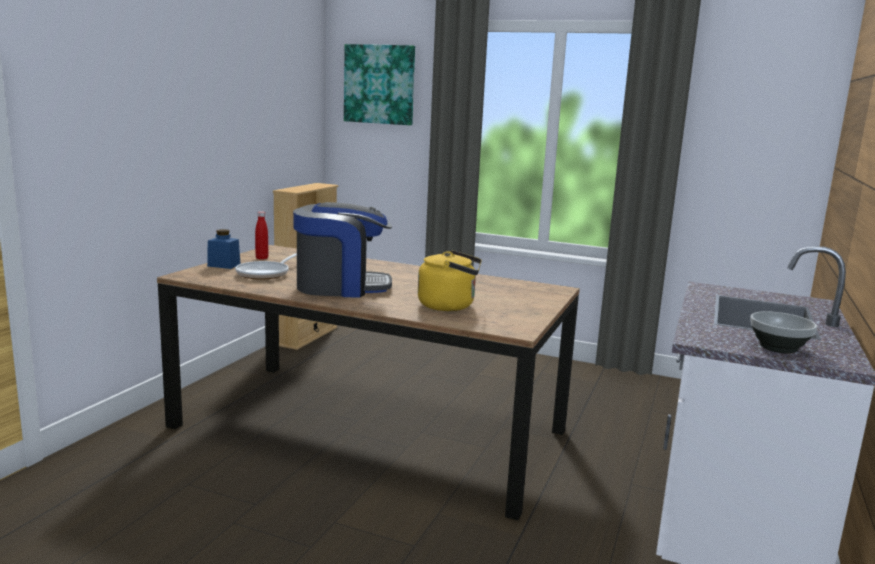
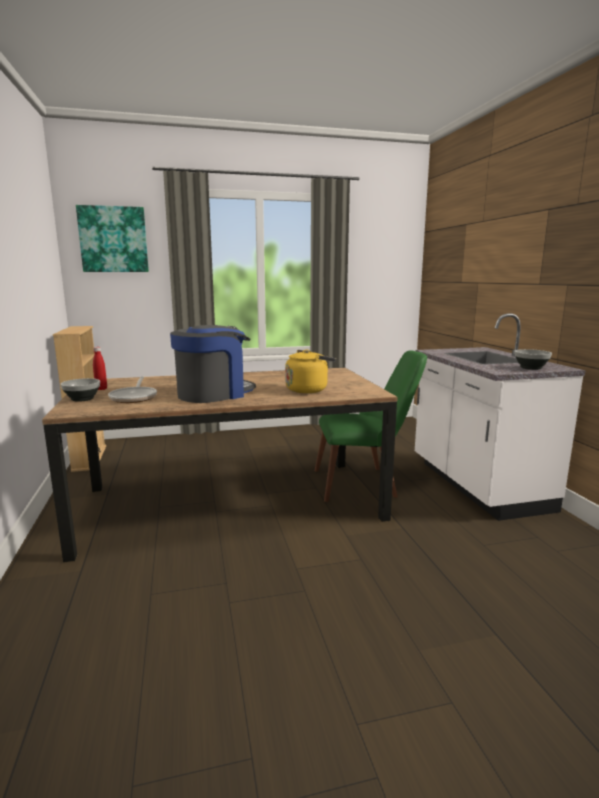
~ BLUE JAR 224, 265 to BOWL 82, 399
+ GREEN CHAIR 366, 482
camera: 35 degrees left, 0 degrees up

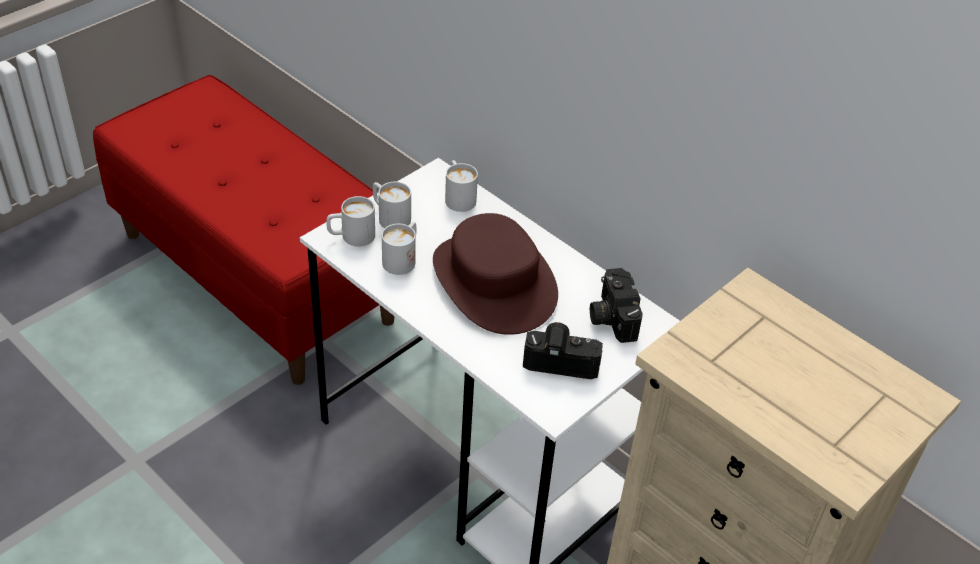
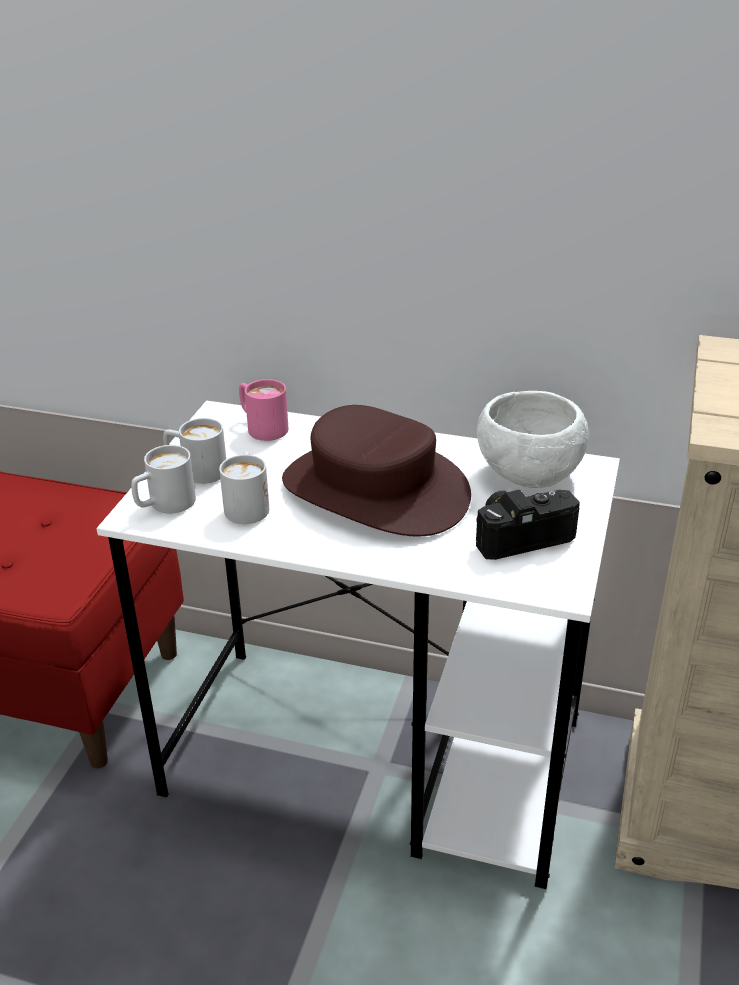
~ WHITE MUG 458, 197 to PINK MUG 262, 427
~ PHOTO CAMERA 611, 316 to WHITE BOWL 531, 476
camera: 25 degrees left, 10 degrees down

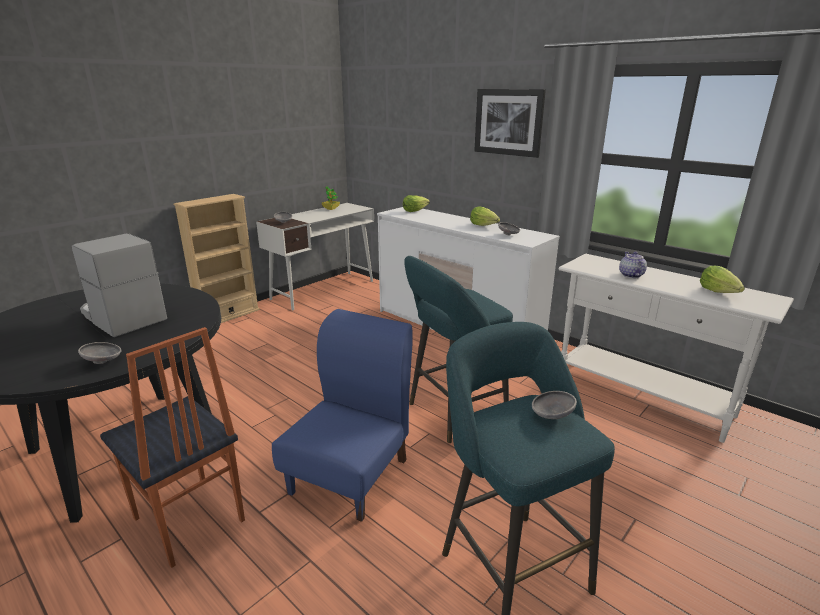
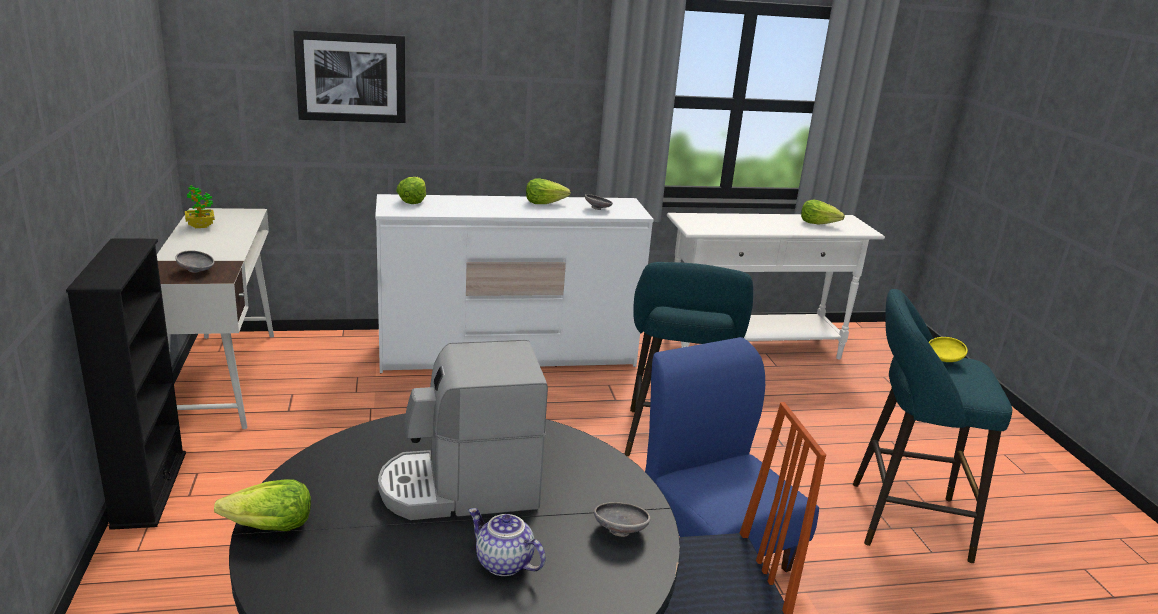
~ PICTURE 508, 122 to 351, 77
~ BEIGE BOOKCASE 228, 316 to BLACK BOOKCASE 149, 489
~ TEAPOT 630, 275 to 502, 563
~ GREY BOWL 551, 416 to YELLOW BOWL 943, 360
+ LETTUCE 269, 527
camera: 55 degrees left, 0 degrees up

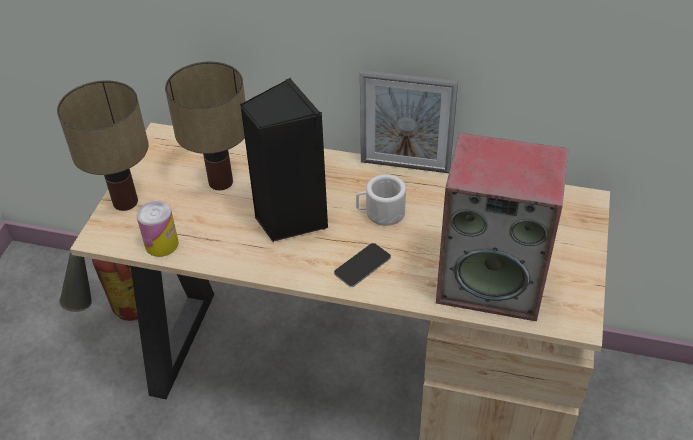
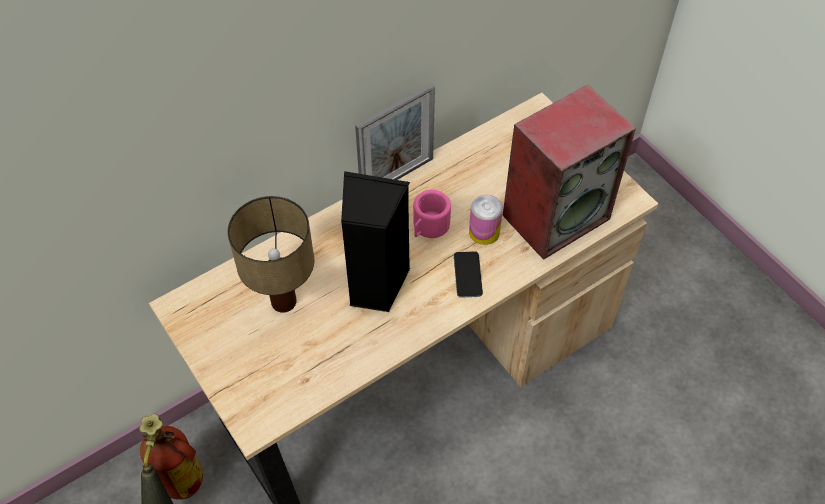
- TABLE LAMP 127, 202
~ WHITE MUG 380, 213 to PINK MUG 428, 227
~ CAN 161, 244 to 484, 232
camera: 50 degrees left, 10 degrees up

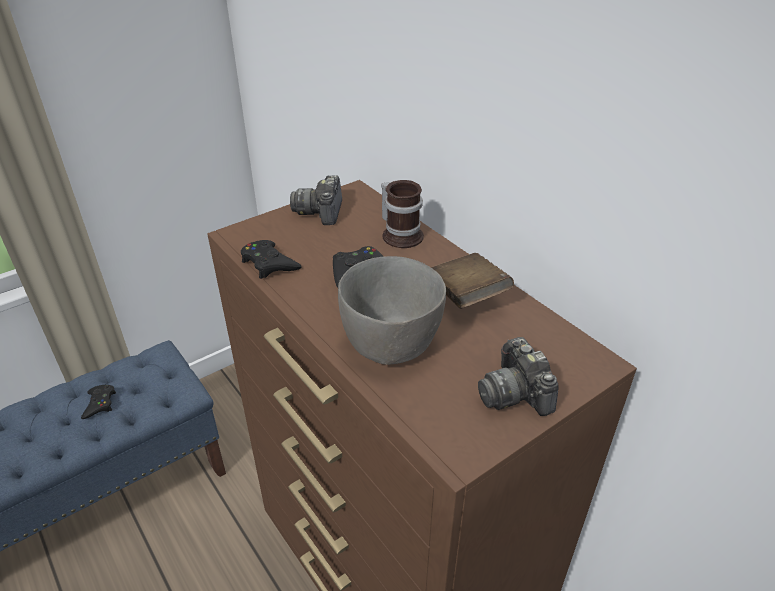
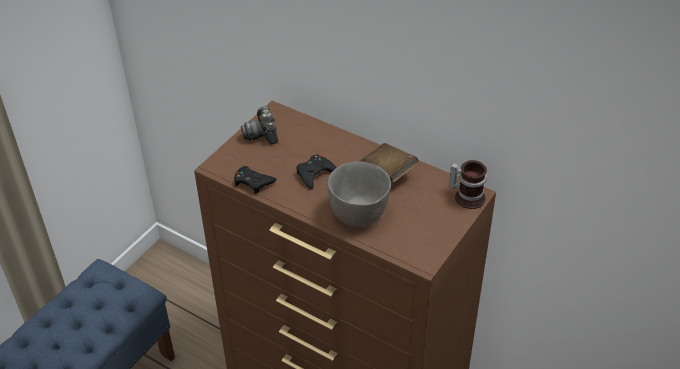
~ MUG 401, 234 to 467, 196
- PHOTO CAMERA 515, 393
- BLACK GAME CONTROLLER 99, 404
camera: 20 degrees left, 5 degrees up

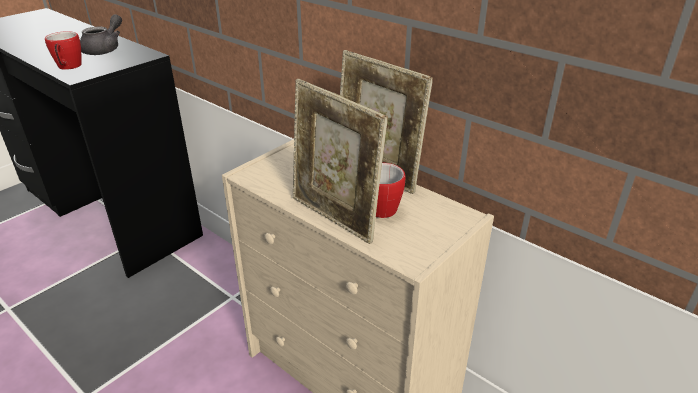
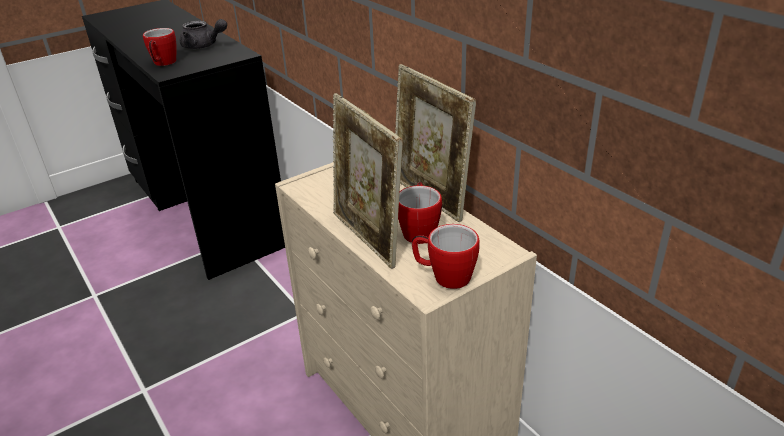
~ GREY TEAPOT 105, 49 = 203, 46 75 degrees clockwise
+ MUG 444, 276
camera: 15 degrees right, 0 degrees up

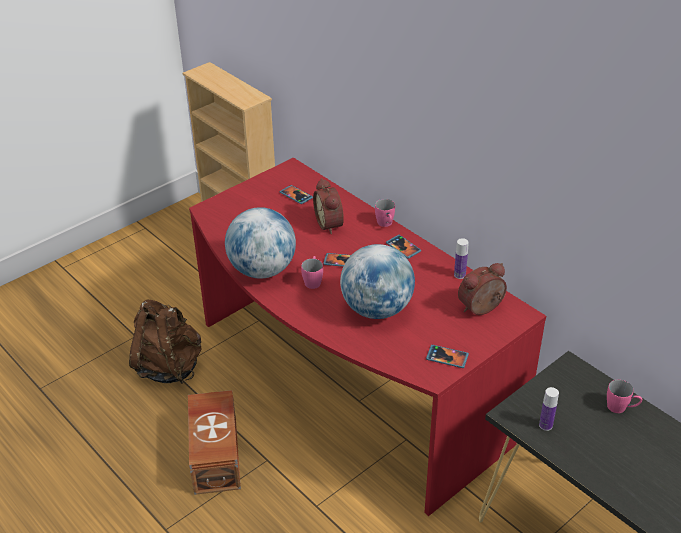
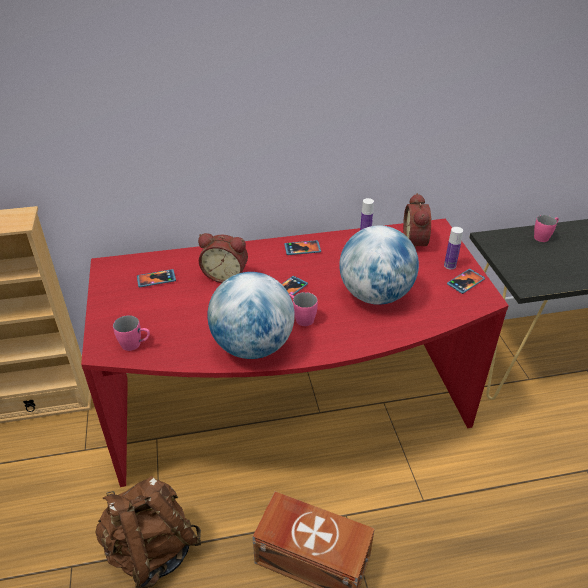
~ PINK MUG 386, 224 to 135, 345
~ BOTTLE 545, 425 to 450, 266
camera: 60 degrees left, 0 degrees up

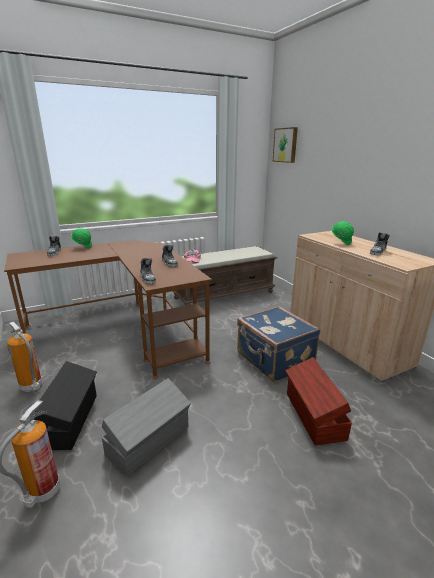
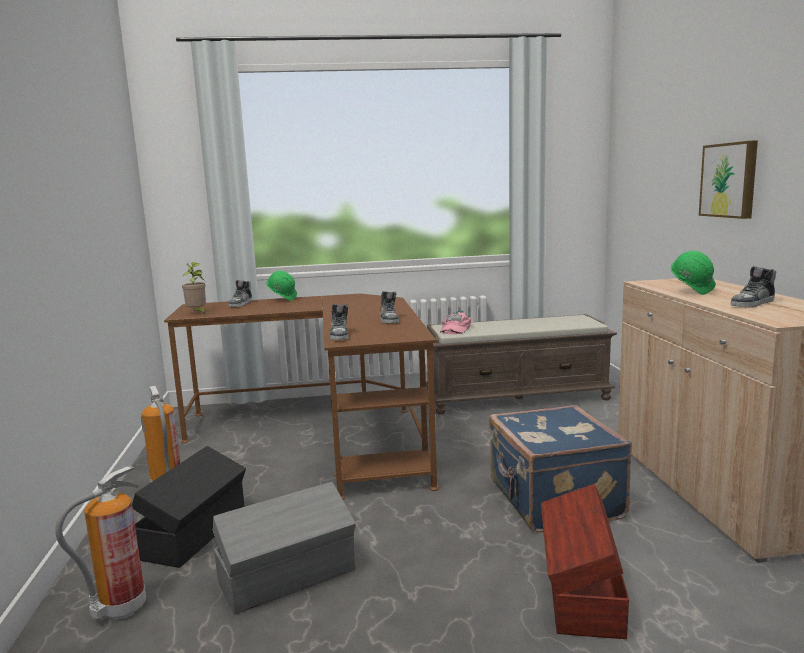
~ PICTURE 286, 145 to 730, 180
+ POTTED PLANT 197, 313
camera: 20 degrees right, 10 degrees down

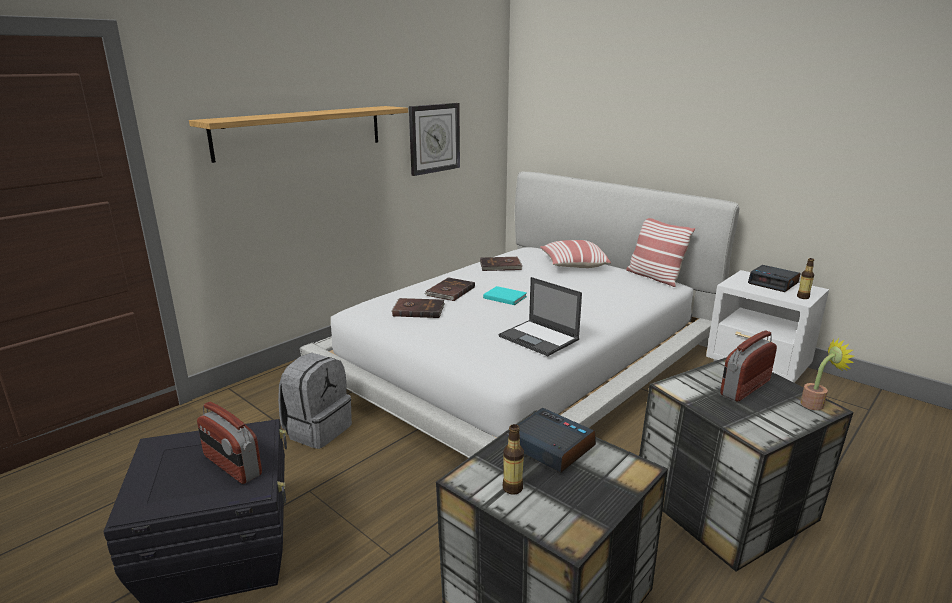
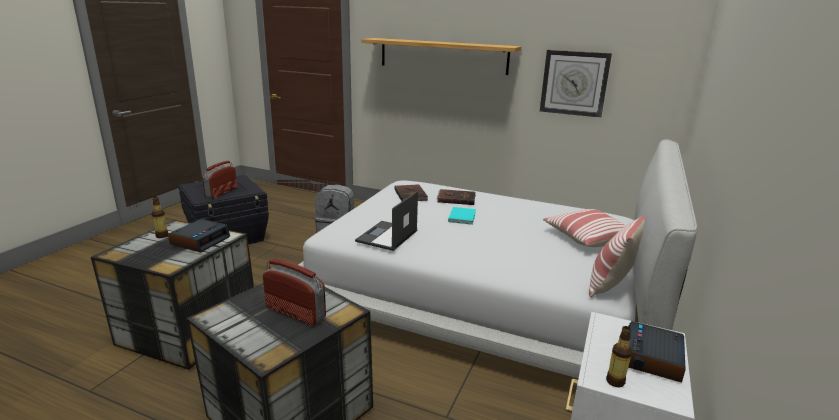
- BROWN BOOK 500, 266
- POTTED PLANT 816, 404
camera: 70 degrees right, 0 degrees up

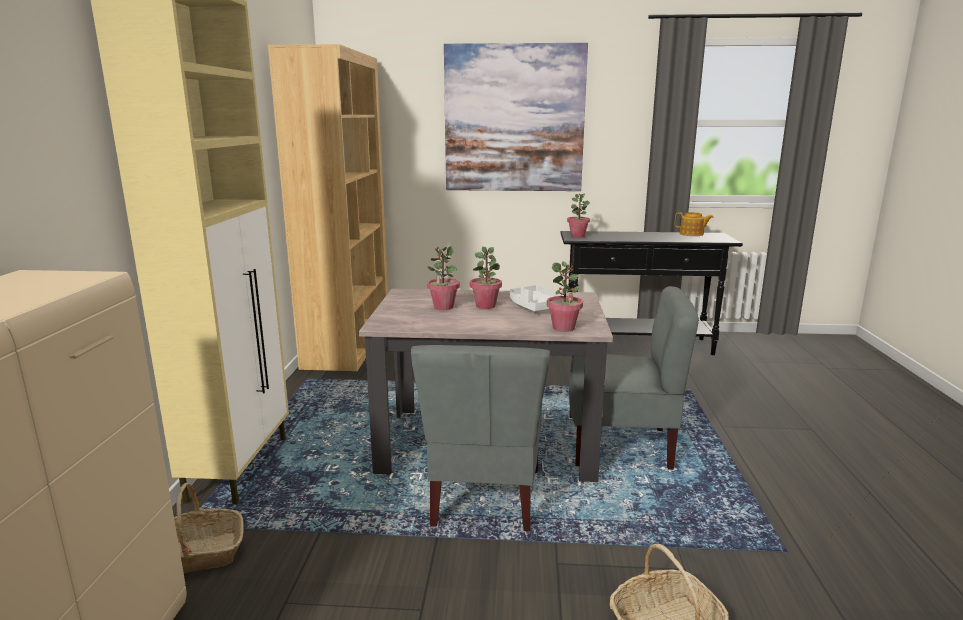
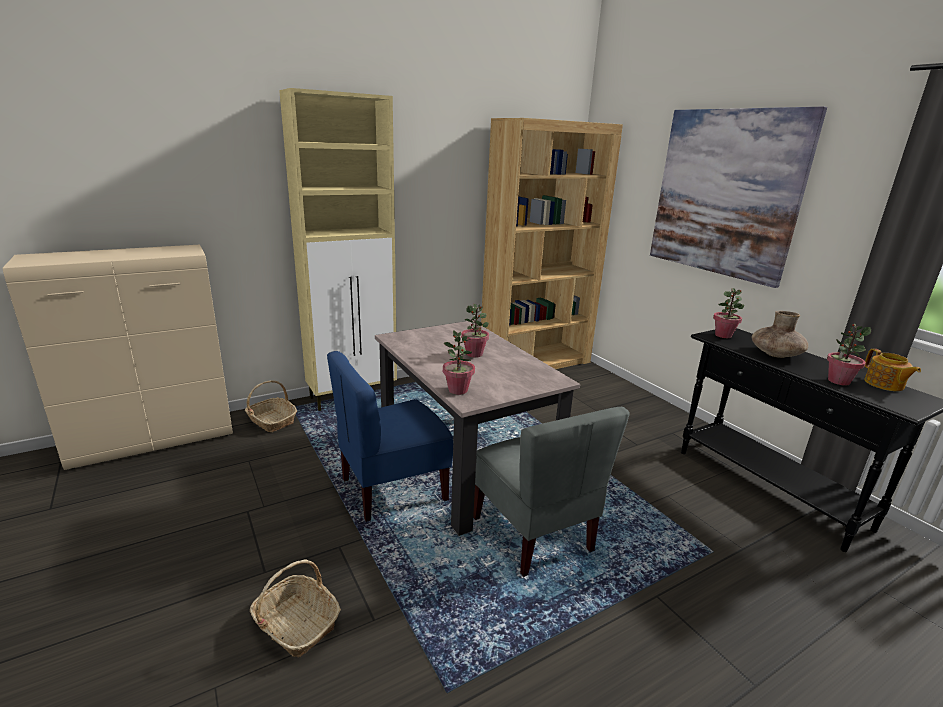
~ POTTED PLANT 443, 307 to 838, 381
- WHITE TRAY 535, 306
~ GREY CHAIR 484, 497 to BLUE CHAIR 392, 489
+ BROWN VASE 775, 354
camera: 55 degrees right, 5 degrees up

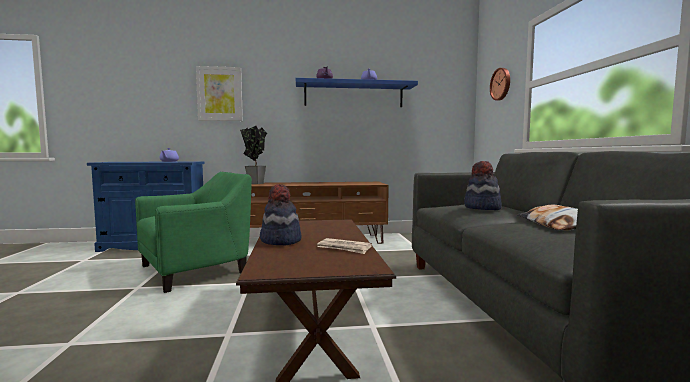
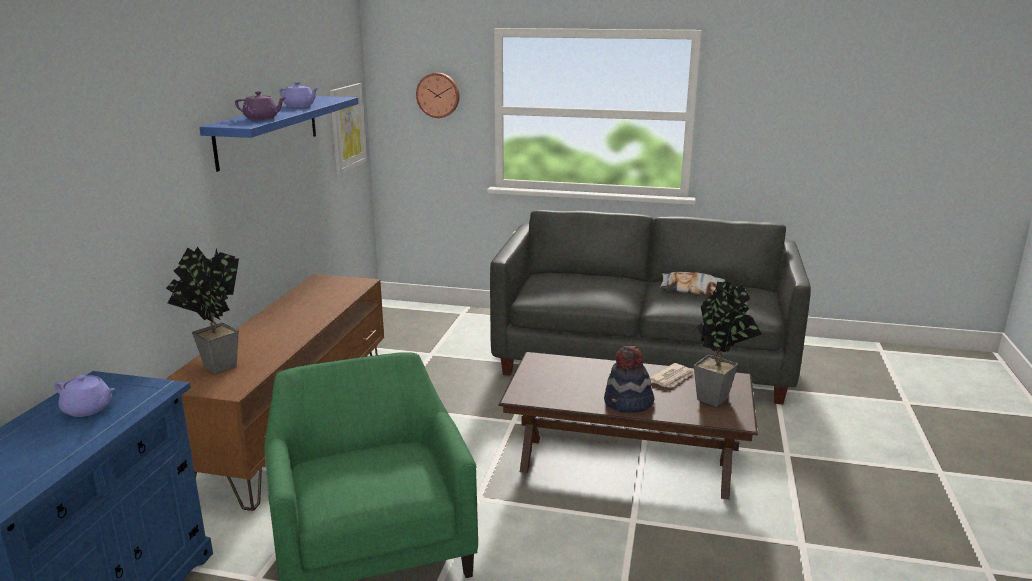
~ PICTURE 220, 94 to 347, 127
- HAT 482, 208
+ POTTED PLANT 717, 397
camera: 70 degrees left, 15 degrees up

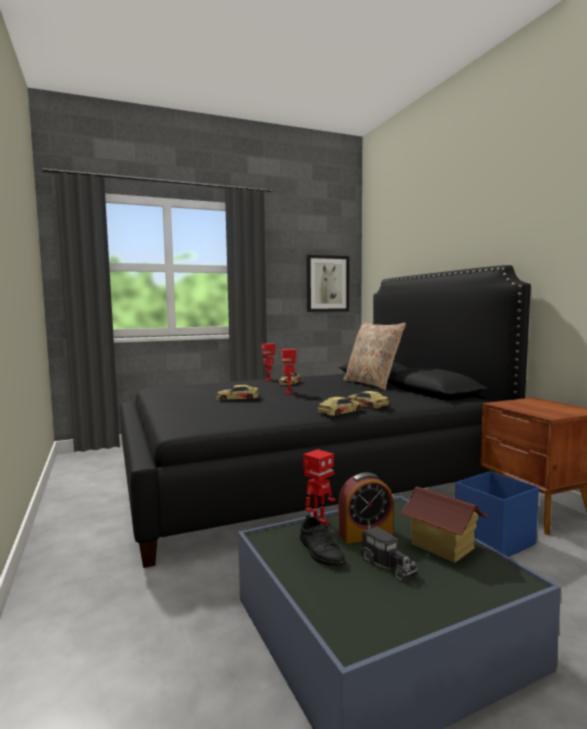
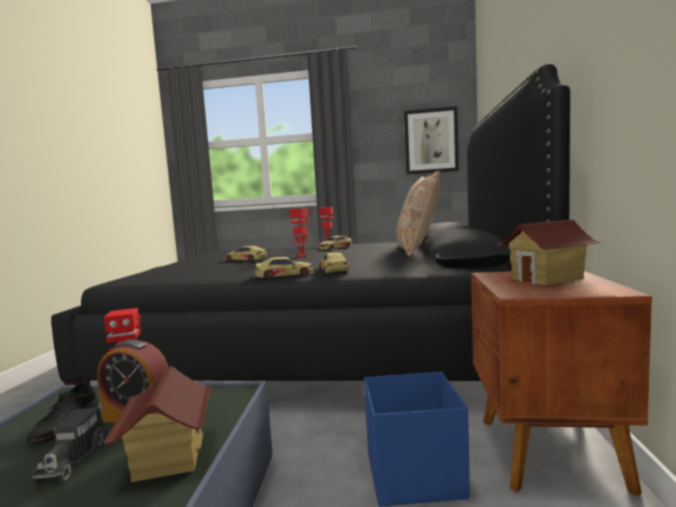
+ TOY HOUSE 547, 279
camera: 30 degrees right, 0 degrees up

